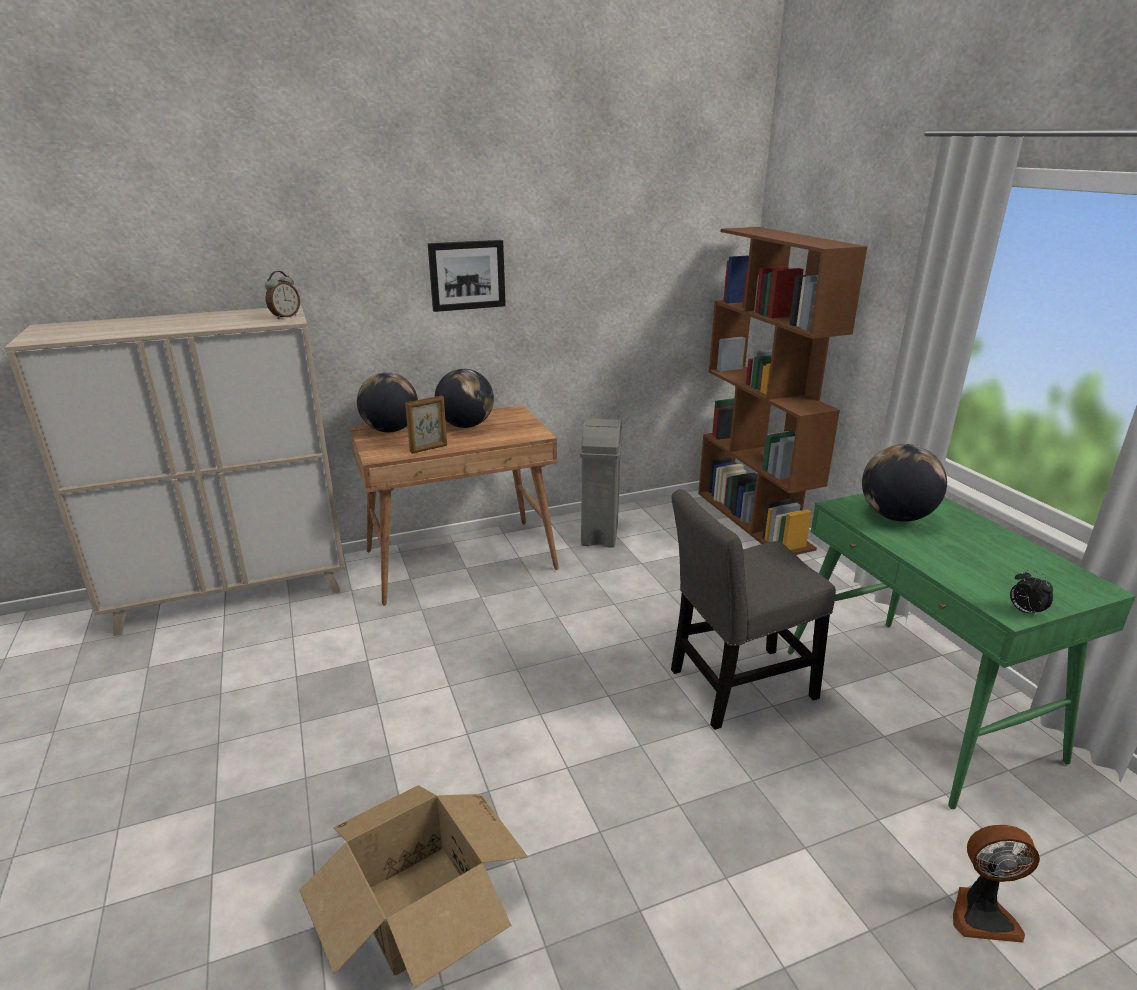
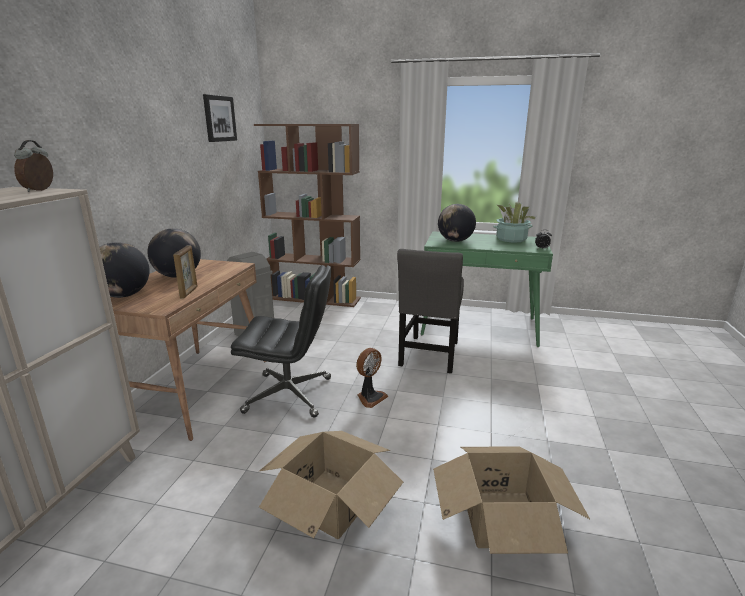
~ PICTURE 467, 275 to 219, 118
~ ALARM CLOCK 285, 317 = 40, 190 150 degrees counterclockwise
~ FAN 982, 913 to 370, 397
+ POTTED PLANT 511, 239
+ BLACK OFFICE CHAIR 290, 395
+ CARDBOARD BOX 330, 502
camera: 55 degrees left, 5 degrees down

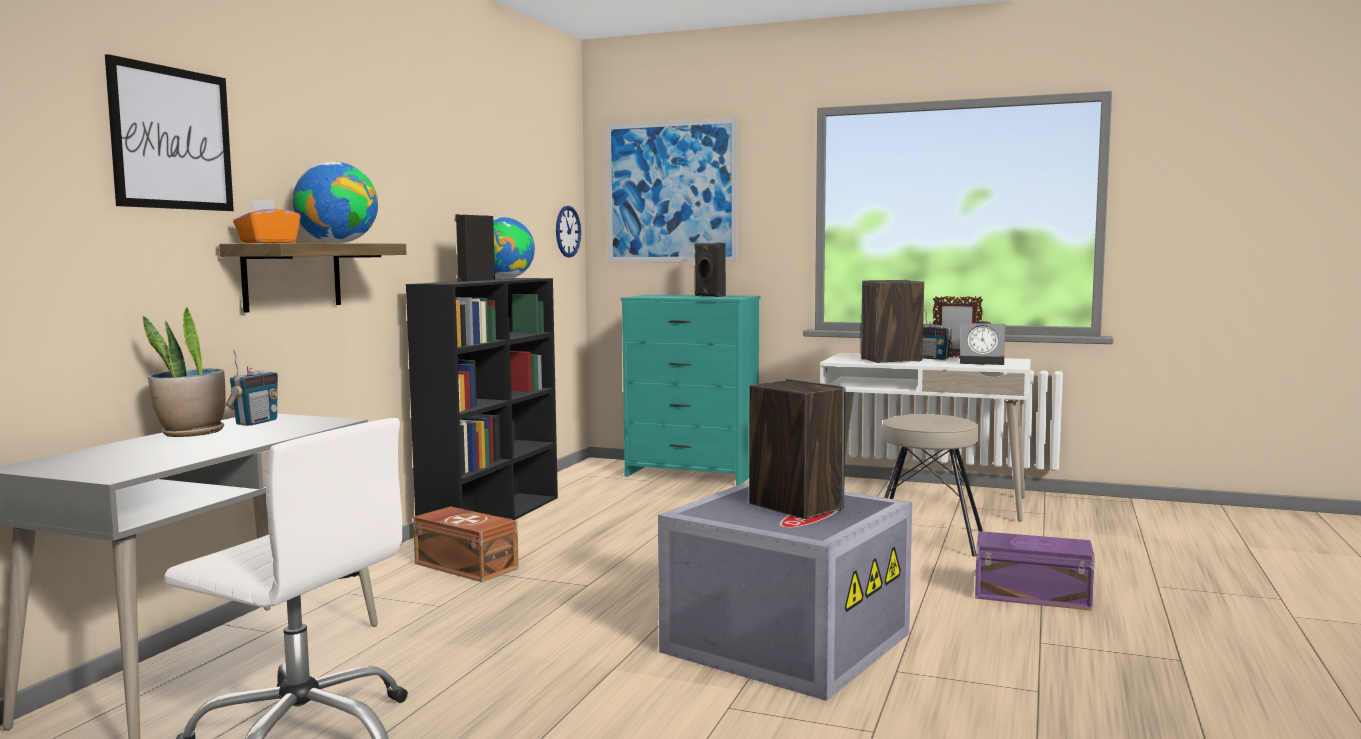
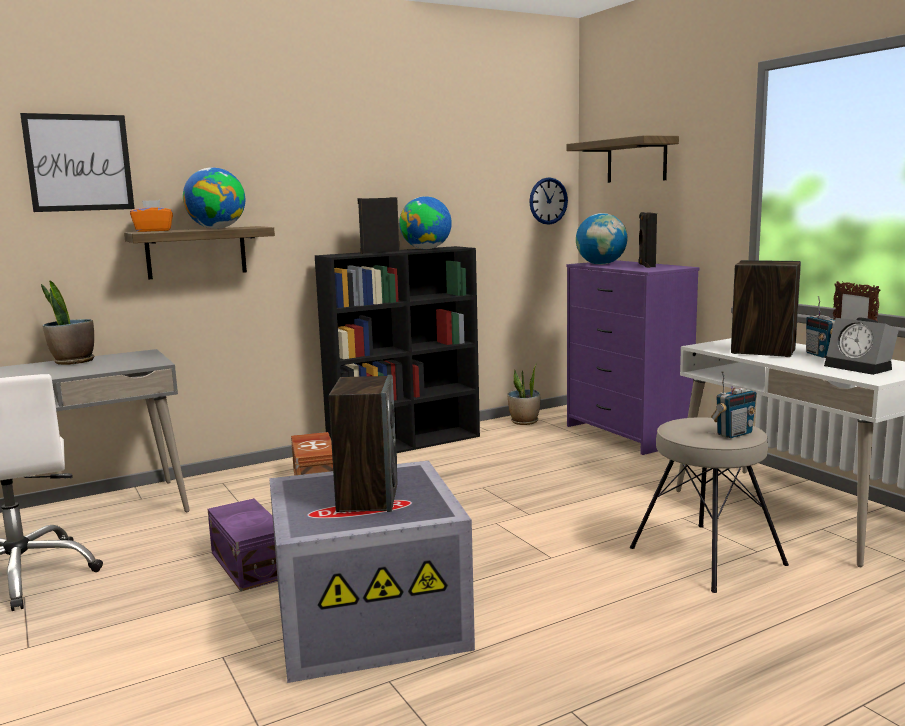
~ PICTURE 671, 192 to SHELF 636, 160
~ TURQUOISE DRESSER 691, 474 to PURPLE DRESSER 626, 434
~ RADIO 256, 422 to 734, 434
~ PURPLE STORAGE BOX 1030, 594 to 250, 563
+ GLOBE 601, 264
+ POTTED PLANT 524, 422
camera: 40 degrees right, 5 degrees up

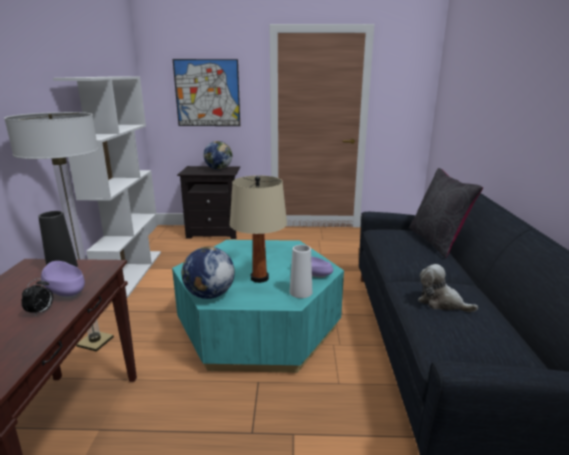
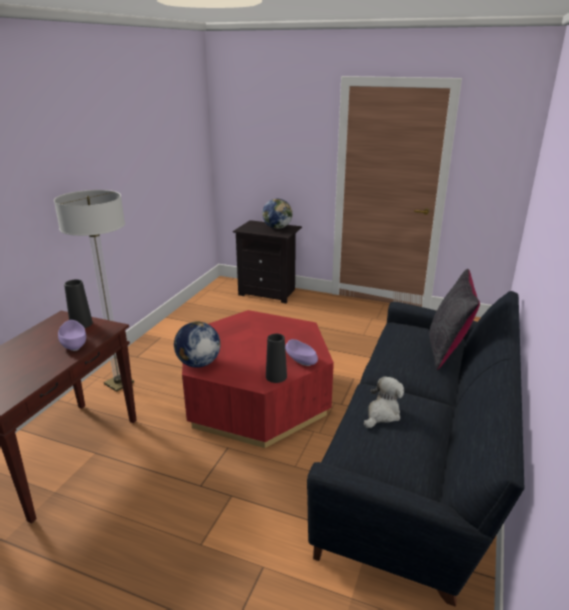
- PICTURE 207, 93
- WHITE BOOKCASE 131, 273
- BEIGE TABLE LAMP 259, 278
~ TURQUOISE COFFEE TABLE 259, 326 to RED COFFEE TABLE 256, 399
~ WHITE VASE 300, 292 to BLACK VASE 276, 376
~ PLUSH TOY 441, 302 = 382, 414 75 degrees clockwise
- ALARM CLOCK 41, 312
camera: 20 degrees right, 5 degrees up

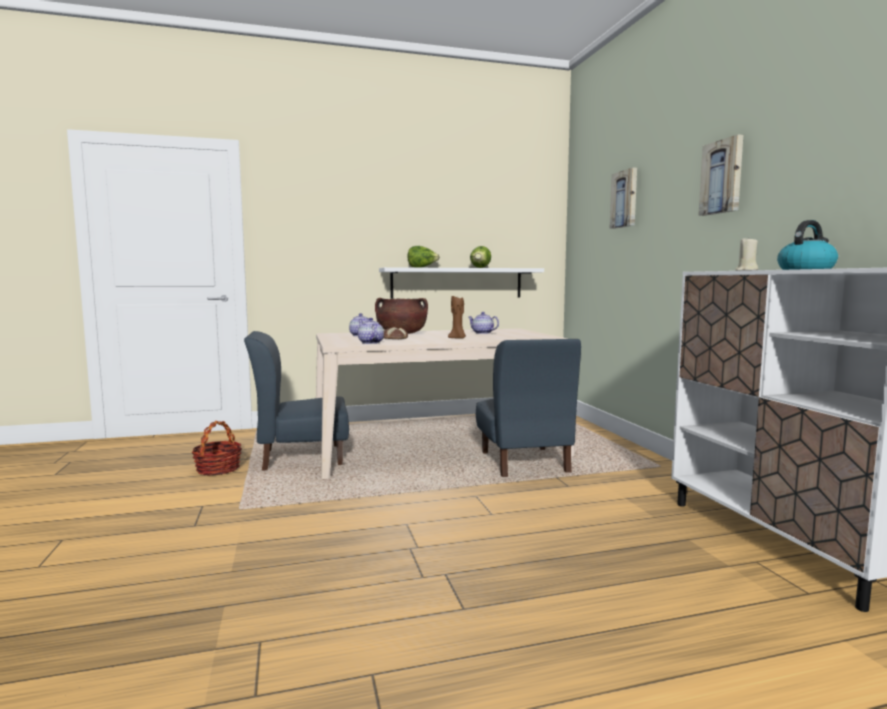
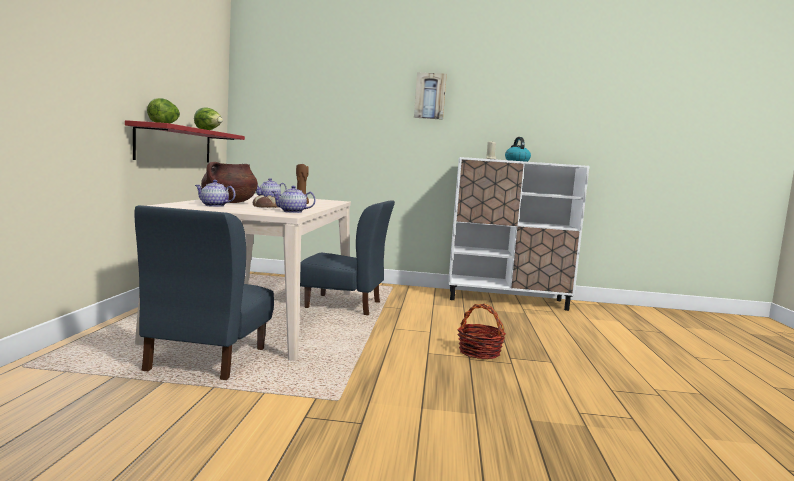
- PICTURE 625, 199
~ WHITE SHELF 457, 283 to RED SHELF 175, 144
~ BASKET 218, 469 to 479, 352
camera: 70 degrees left, 0 degrees up

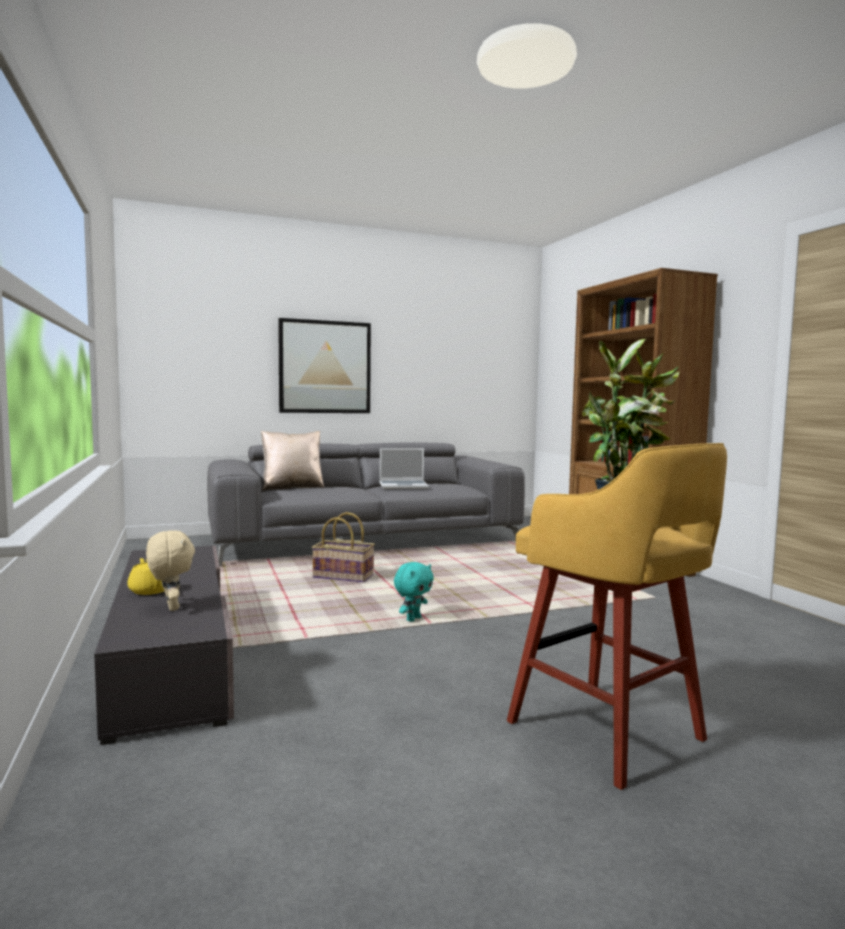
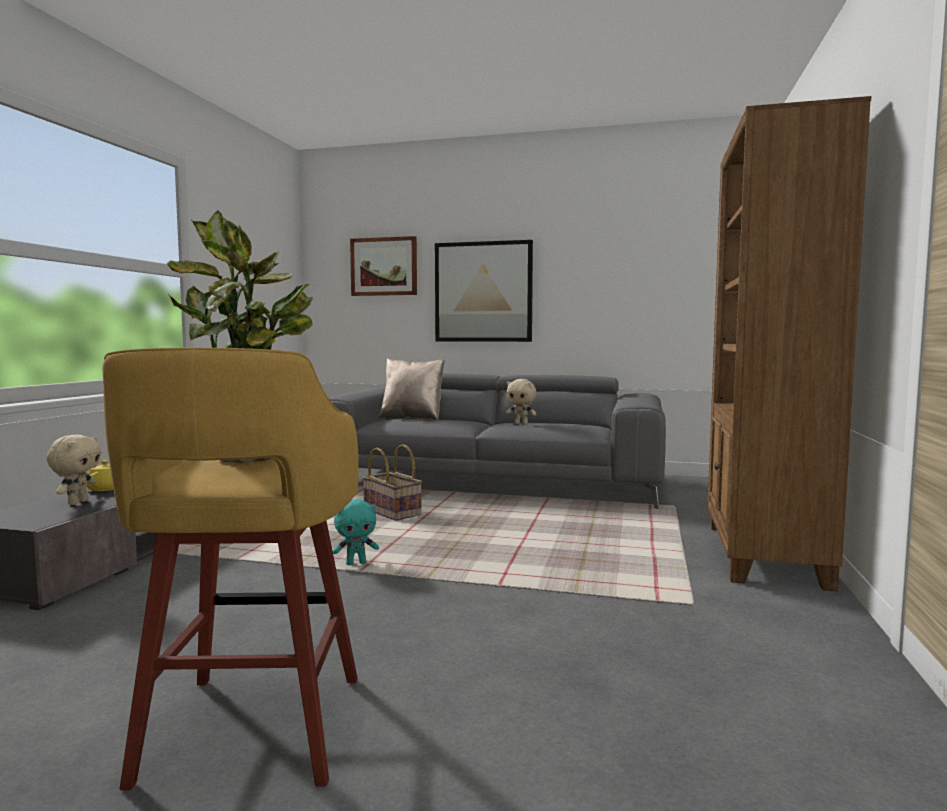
~ LAPTOP 404, 486 to BEIGE PLUSH TOY 521, 423
+ PICTURE 384, 266
camera: 35 degrees right, 0 degrees up

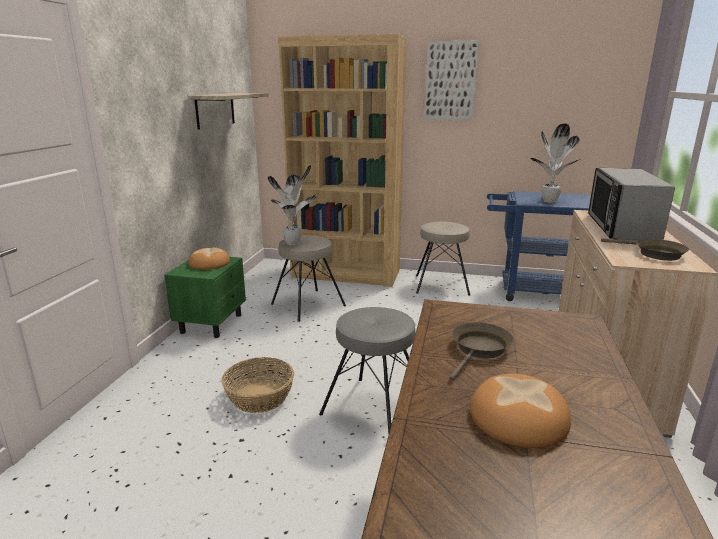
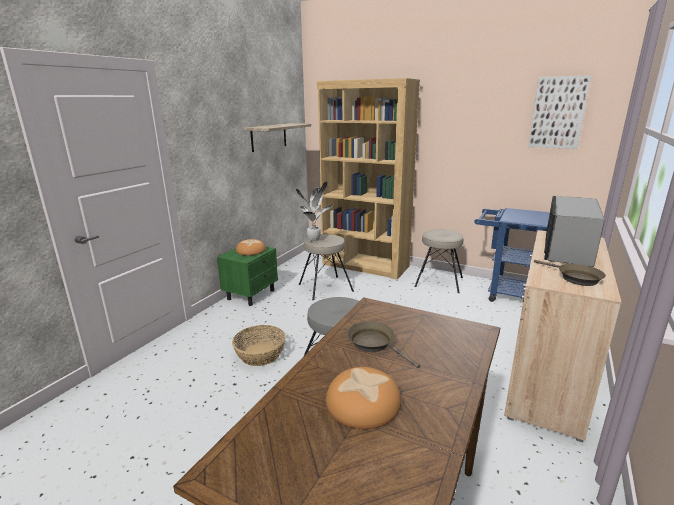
~ PICTURE 451, 81 to 558, 113
- POTTED PLANT 549, 201
~ BROWN FRYING PAN 479, 350 = 374, 344 90 degrees counterclockwise
camera: 15 degrees right, 0 degrees up

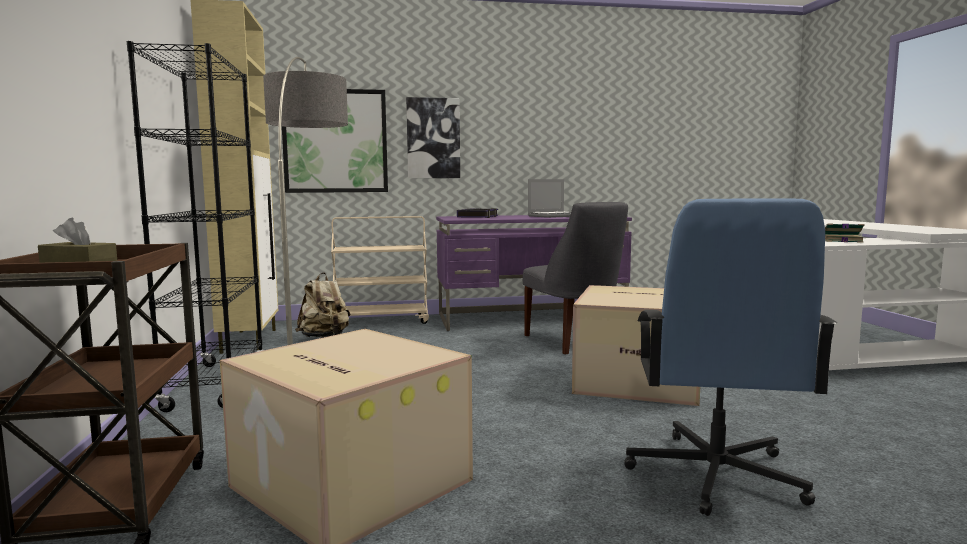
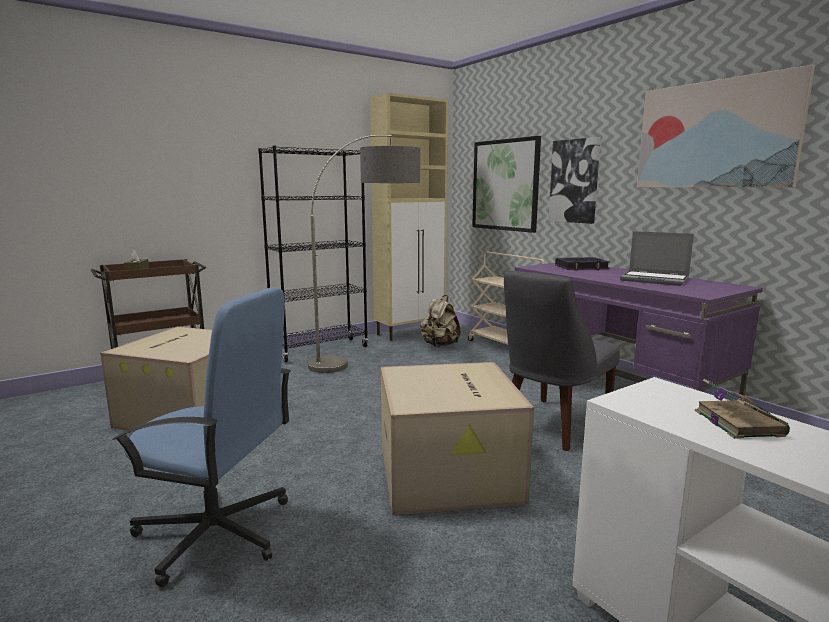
~ BLUE OFFICE CHAIR 715, 475 = 216, 533 150 degrees counterclockwise
+ PICTURE 716, 135
camera: 65 degrees right, 5 degrees up

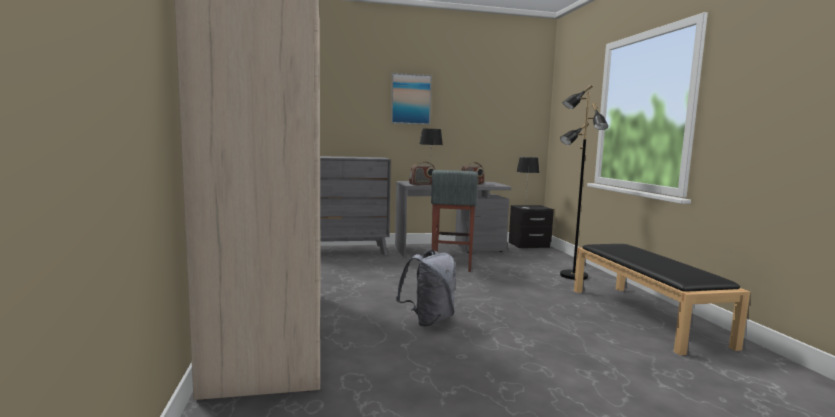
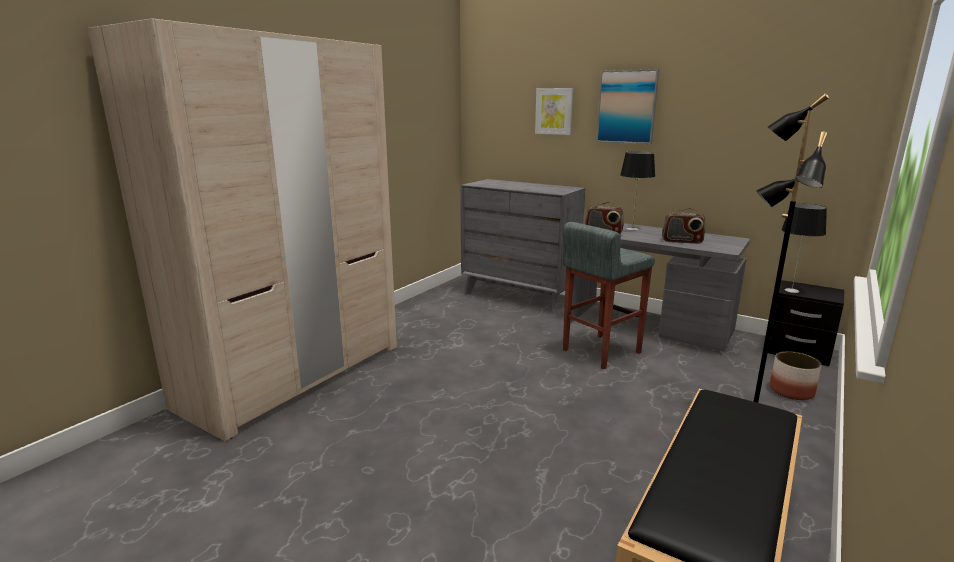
- GREY BACKPACK 429, 320
+ PICTURE 554, 111
+ PLANTER 792, 391
camera: 45 degrees right, 10 degrees up

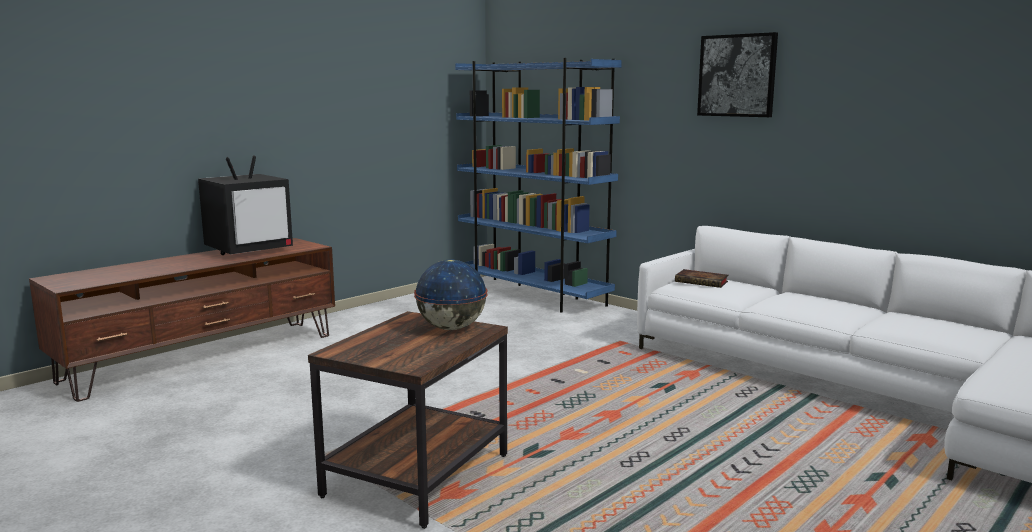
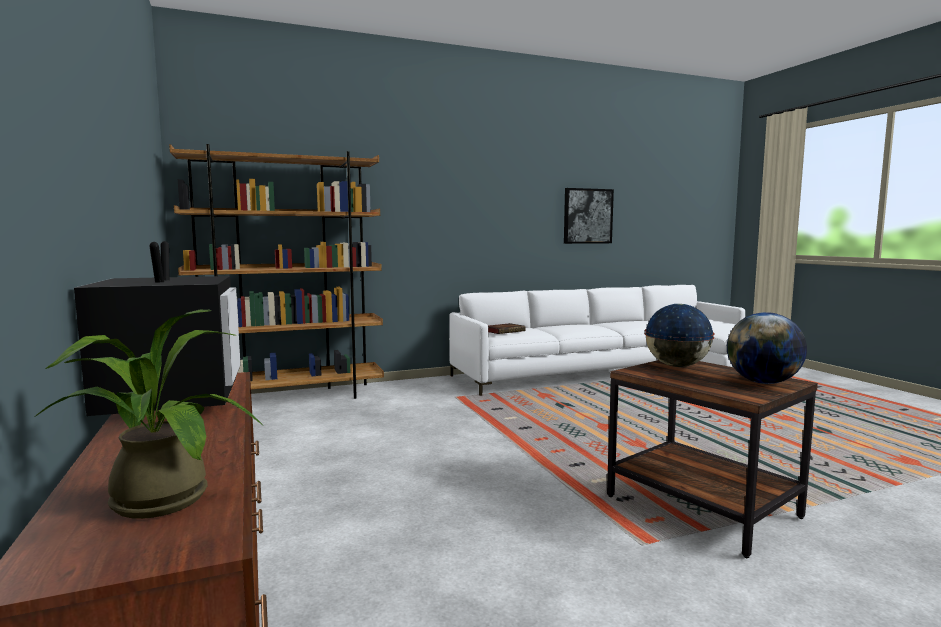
~ PICTURE 737, 75 to 587, 216
~ BLUE BOOKCASE 533, 296 to BROWN BOOKCASE 291, 398
+ POTTED PLANT 154, 497
+ GLOBE 763, 382
camera: 65 degrees left, 5 degrees down

